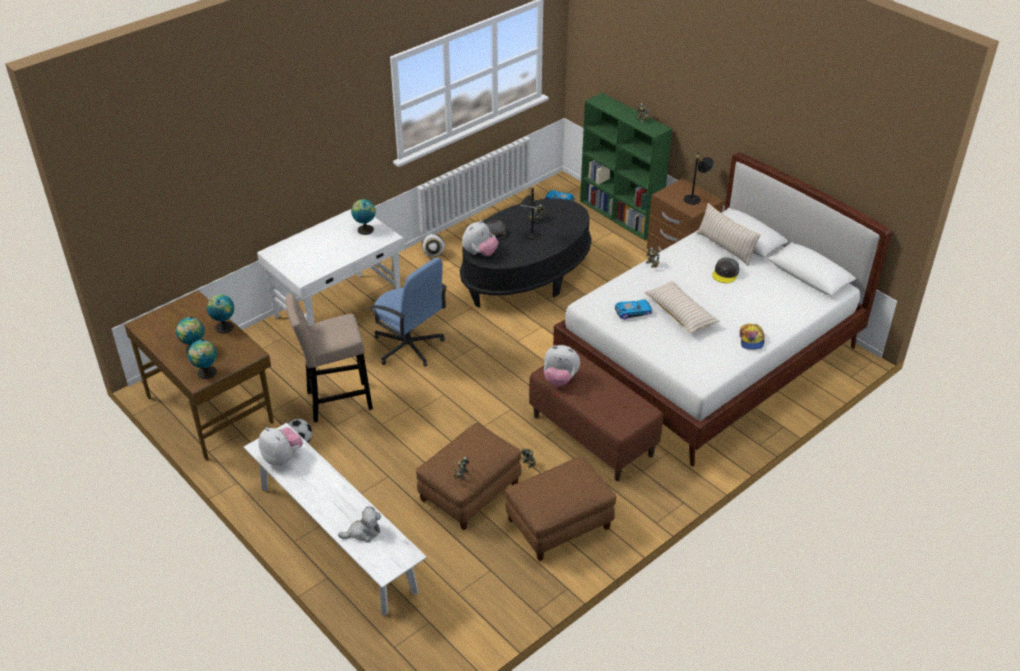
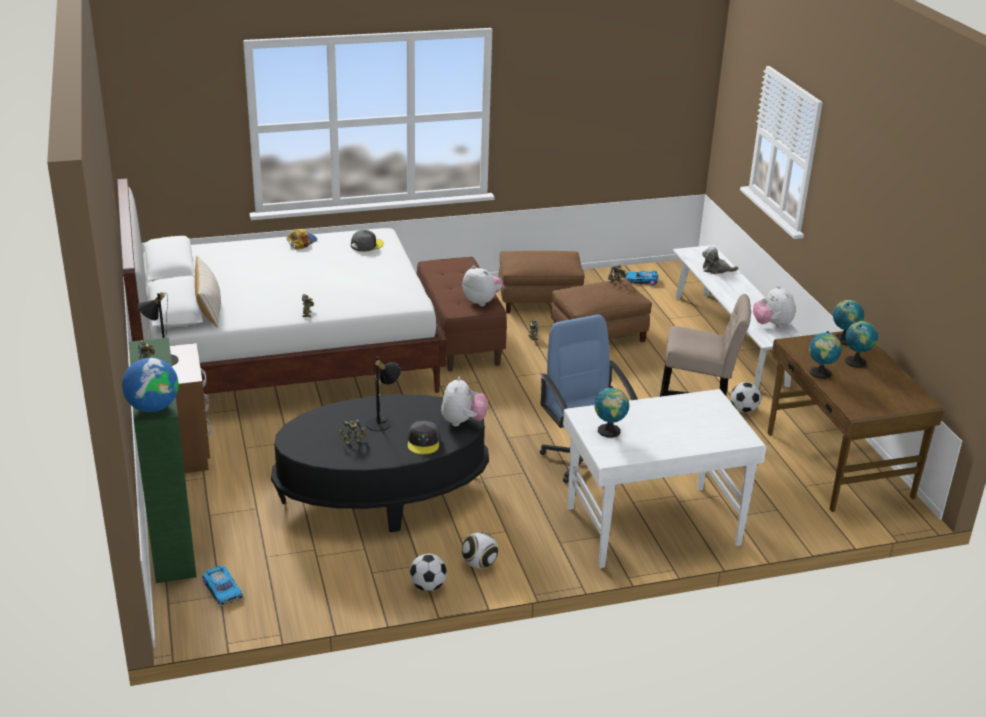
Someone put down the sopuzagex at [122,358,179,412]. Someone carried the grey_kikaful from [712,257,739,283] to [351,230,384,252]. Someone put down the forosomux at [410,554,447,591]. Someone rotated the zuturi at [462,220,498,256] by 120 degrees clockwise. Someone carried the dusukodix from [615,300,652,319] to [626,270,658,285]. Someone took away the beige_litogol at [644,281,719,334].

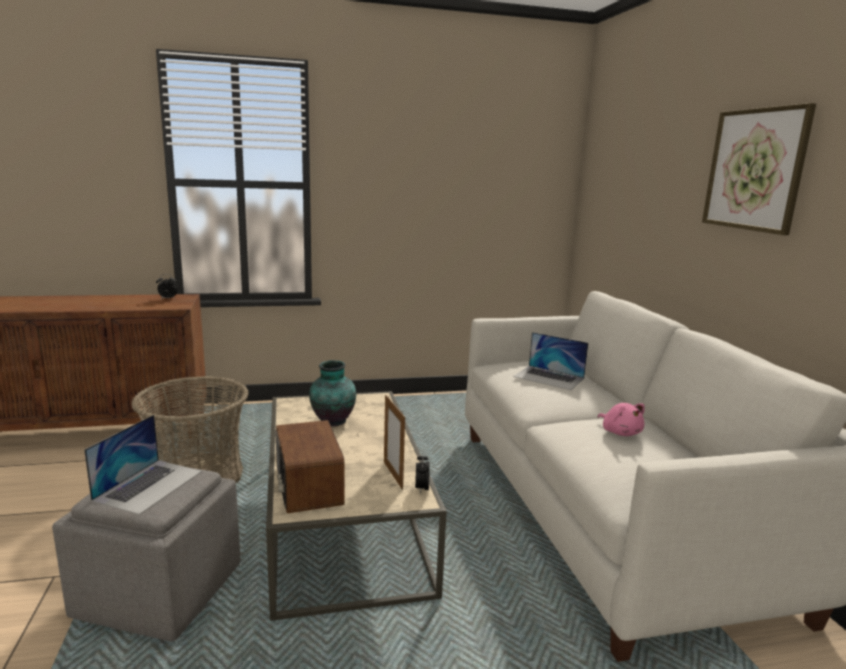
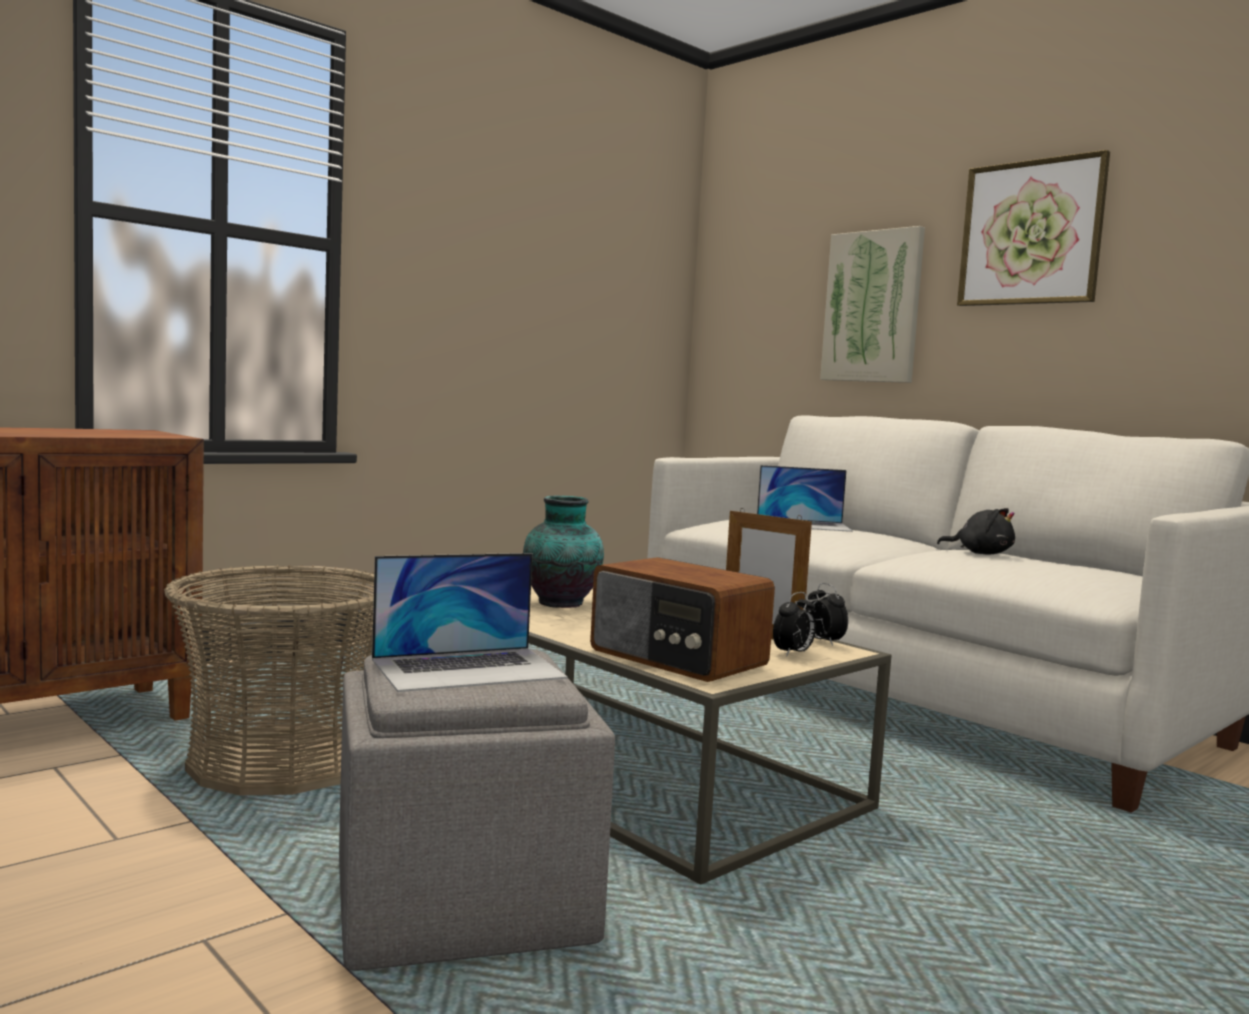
Someone rotated the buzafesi at [84,415,202,515] by 75 degrees clockwise. Someone carried the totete from [156,274,178,299] to [773,592,816,657]. Someone put up the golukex at [820,226,925,383]. Someone repainted the pink_zuturi at [598,403,645,436], which became the black_zuturi at [937,508,1015,555].

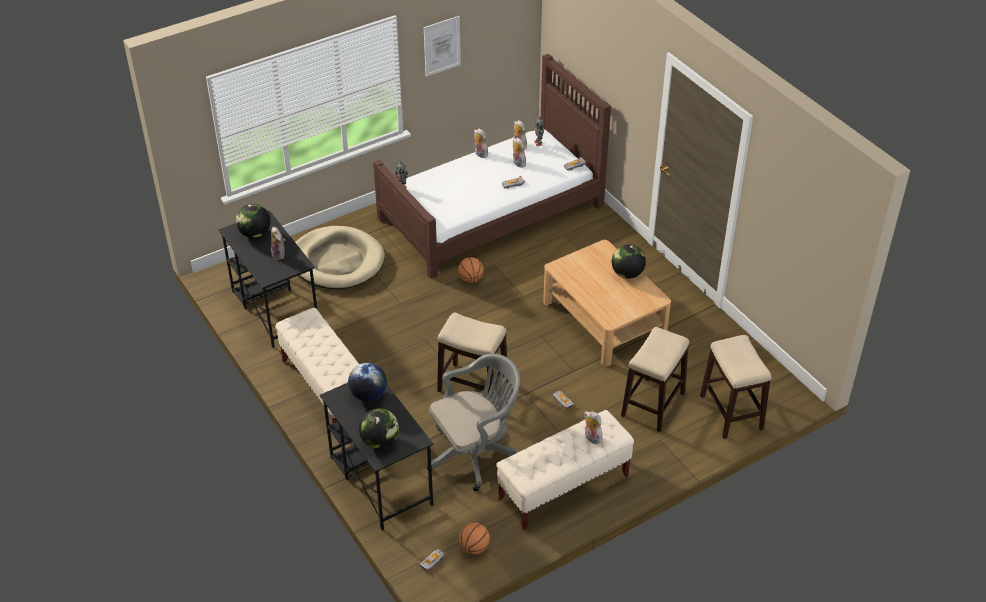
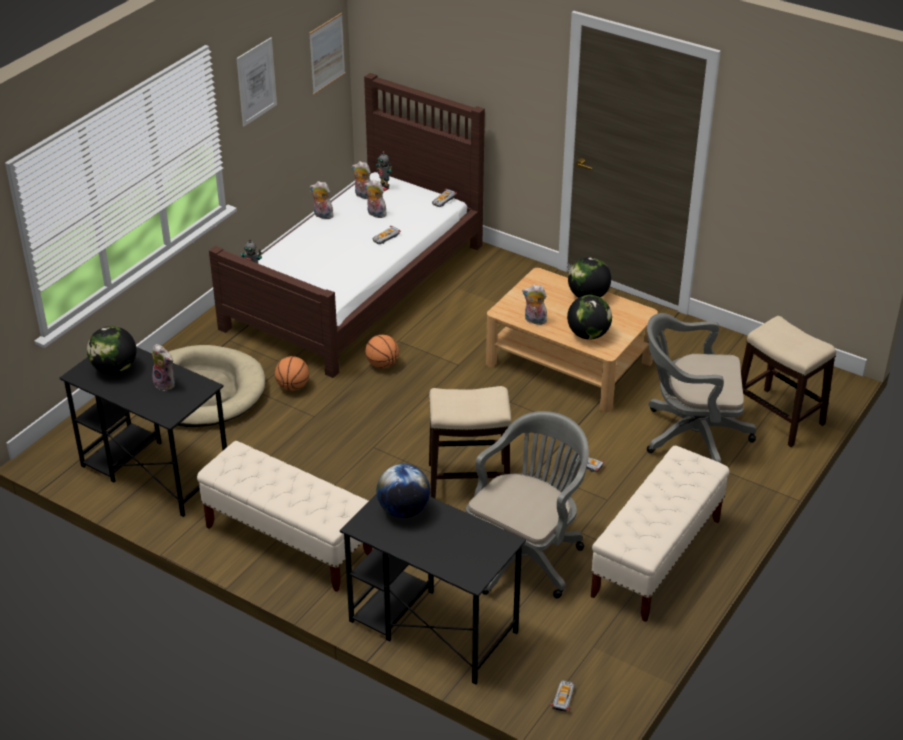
Someone carried the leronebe from [459,523,490,554] to [275,356,309,391]. Someone put up the golukex at [309,13,345,95]. Someone carried the zuturi from [584,412,603,444] to [522,285,547,325]. Someone carried the sopuzagex from [359,408,399,449] to [567,295,612,340]. Someone swapped the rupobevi at [621,327,689,432] for the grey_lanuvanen at [647,313,756,463].

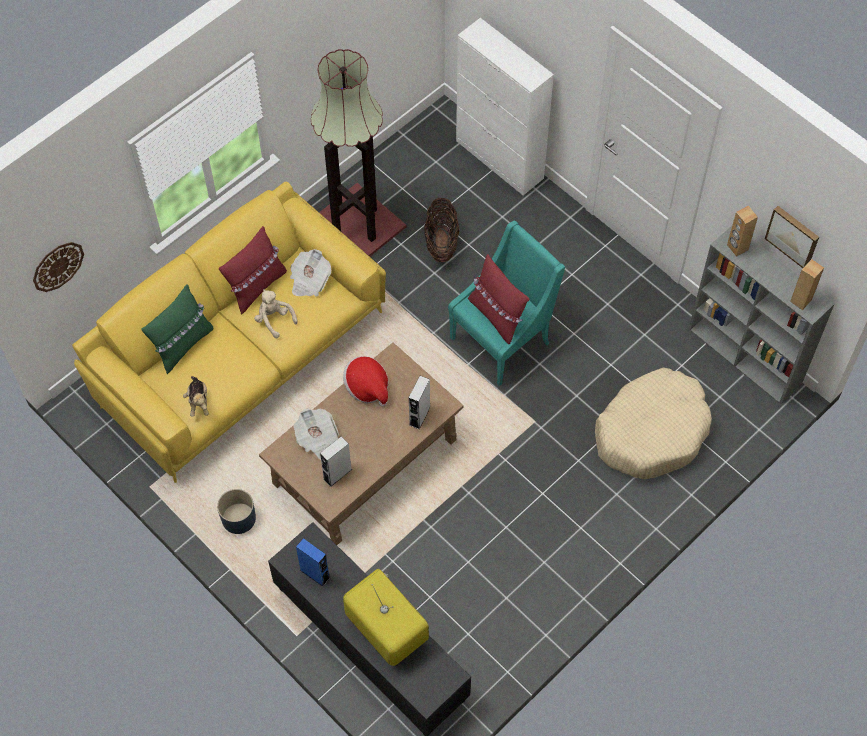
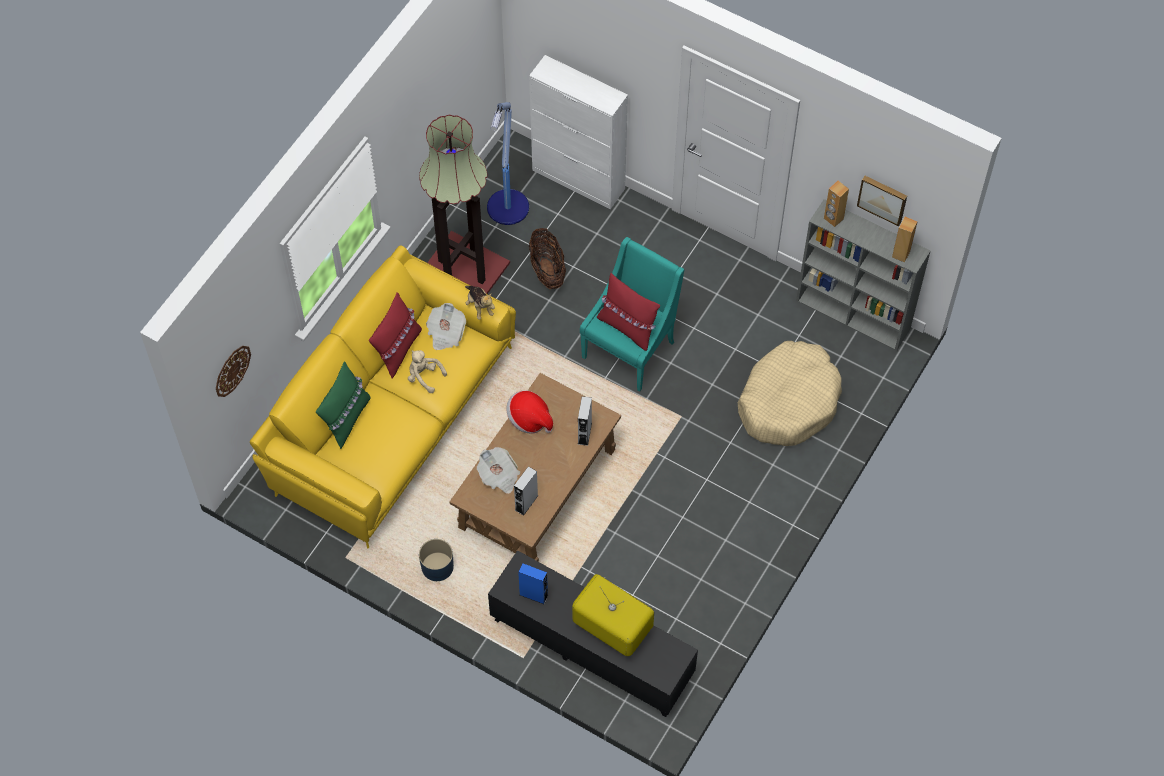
Someone carried the zuturi from [183,376,209,417] to [465,286,495,319]. Someone put down the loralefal at [487,102,529,225].

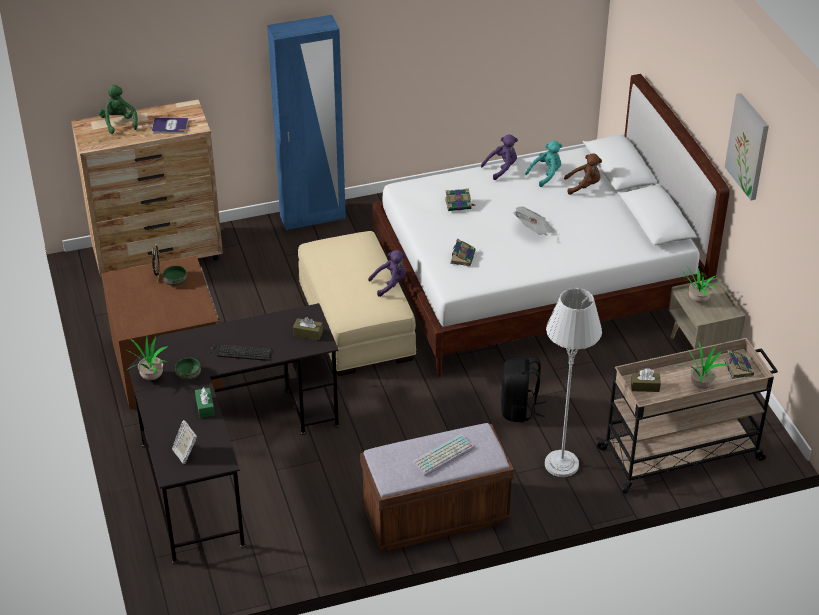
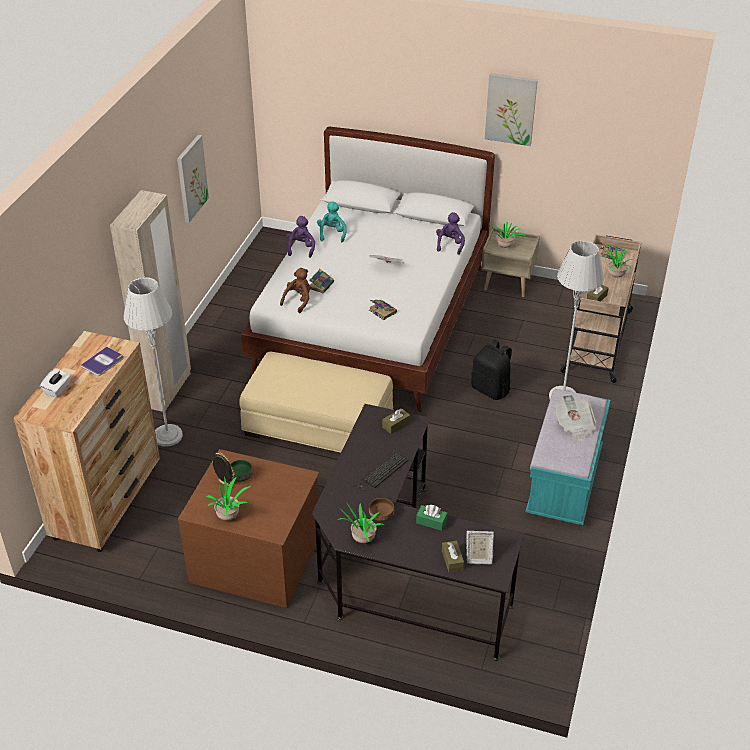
Someone swapped the green_zuturi at [98,85,138,134] for the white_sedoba at [40,368,71,398]. Someone repainted the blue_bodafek at [267,15,346,230], which became the beige_bodafek at [110,190,191,412]. Someone put down the grey_loralefal at [123,277,183,447]. Someone put up the golukex at [177,135,209,223]. Someone put down the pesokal at [206,476,251,520]. Someone carried the brown_zuturi from [564,154,602,195] to [280,268,310,313]. Someone repainted the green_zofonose at [175,358,201,380], which became the brown_zofonose at [369,498,395,521]. Someone carried the purple_zuturi from [368,250,406,297] to [436,212,465,255]. Someone put down the brown_sedoba at [442,541,464,572]. Someone repainted the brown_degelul at [360,423,514,551], which became the turquoise_degelul at [525,389,610,525]. Someone swapped the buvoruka at [411,434,475,476] for the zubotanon at [556,394,596,441].

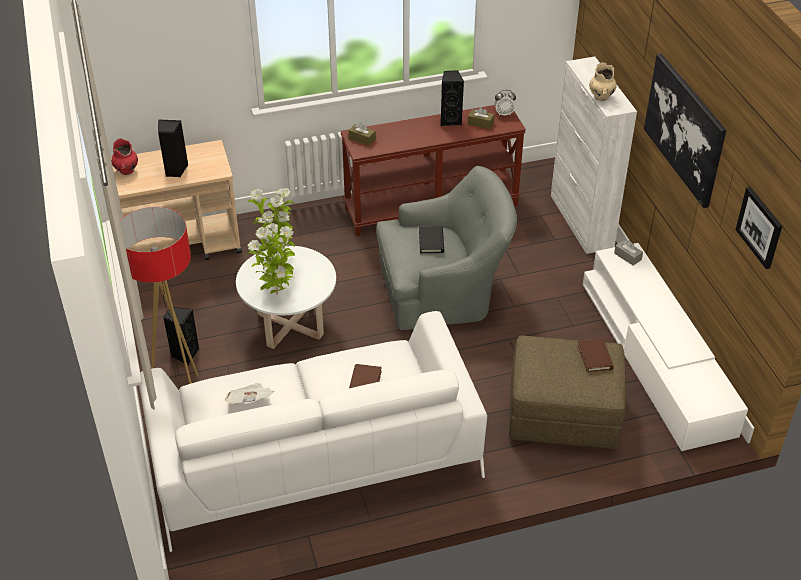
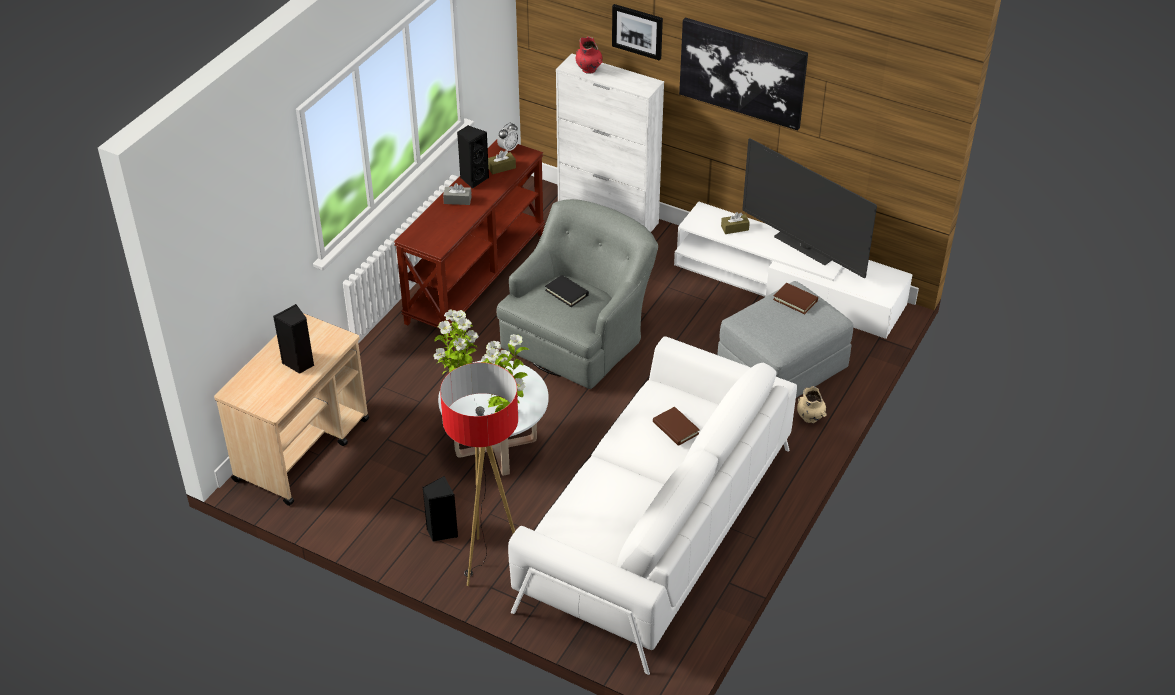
Someone carried the grey_sedoba from [614,240,643,266] to [443,183,472,205]. Someone carried the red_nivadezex from [111,138,138,175] to [576,36,603,74]. Someone carried the golukex from [735,187,782,269] to [612,4,663,61]. Someone repainted the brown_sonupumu at [509,336,626,449], which became the grey_sonupumu at [717,281,853,398]. Someone carried the brown_sedoba from [349,122,376,146] to [721,212,750,234]. Someone put down the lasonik at [742,138,877,278]. Someone carried the beige_nivadezex from [589,62,617,101] to [797,386,827,423]. Someone took away the zubotanon at [224,383,274,404].

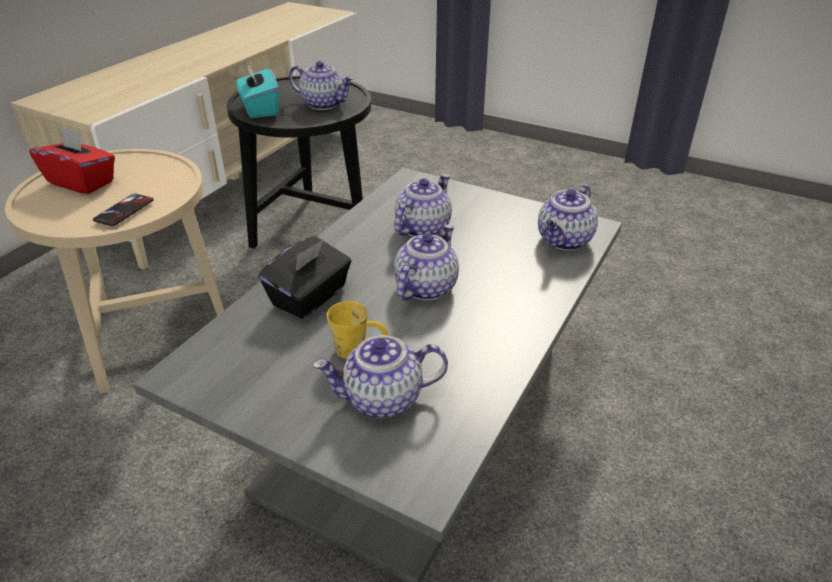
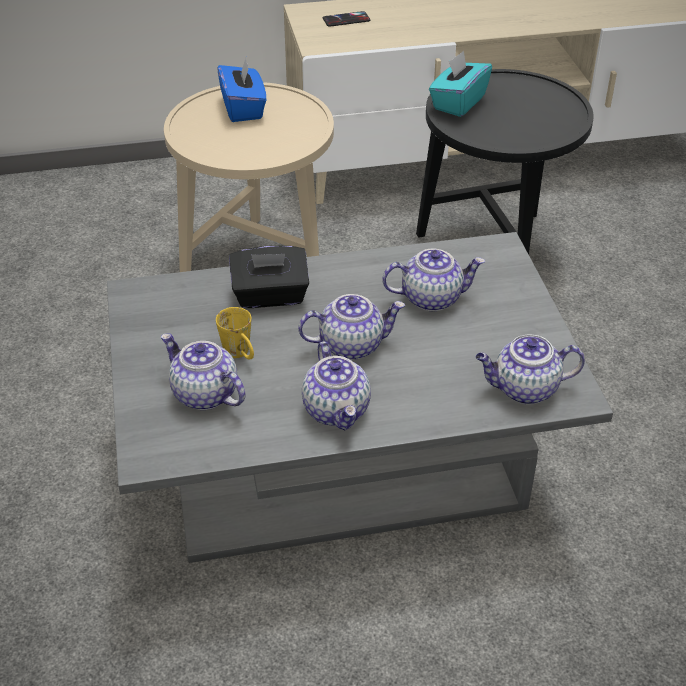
Someone repainted the red_sedoba at [29,126,115,194], which became the blue_sedoba at [217,58,266,122]. Someone carried the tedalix from [289,61,354,110] to [302,341,371,430]. Someone carried the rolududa from [93,193,154,226] to [323,11,370,27].

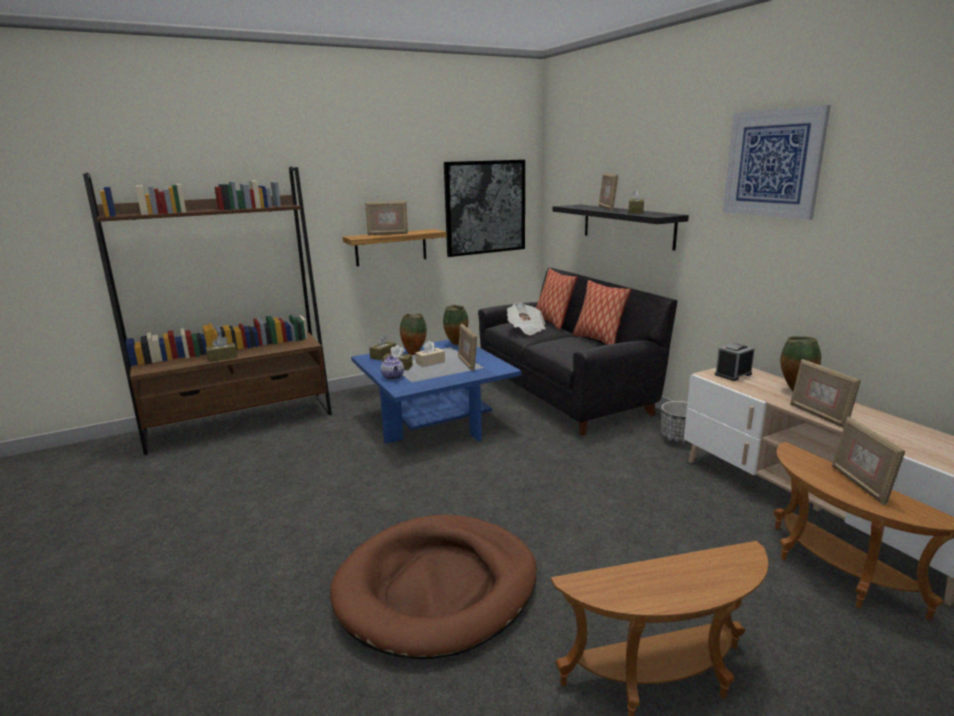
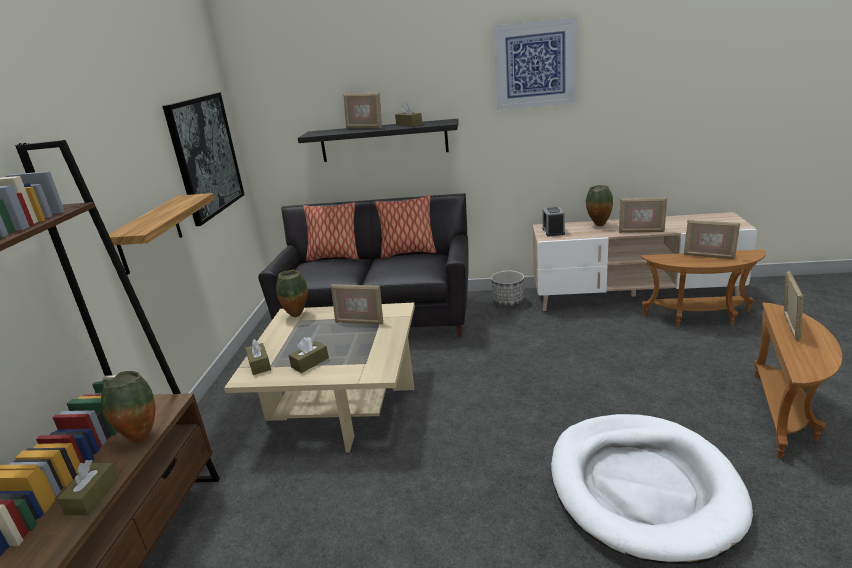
Someone carried the nivadezex from [400,313,427,355] to [101,371,155,443]. Someone repainted the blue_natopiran at [351,340,522,444], which became the beige_natopiran at [224,303,415,453]. Someone repainted the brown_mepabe at [330,515,537,659], which became the white_mepabe at [551,414,753,564]. Someone carried the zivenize from [365,201,408,235] to [784,271,804,341]. Someone took away the tedalix at [381,355,404,380]. Someone took away the beige_sedoba at [415,341,445,367]. Someone took away the zubotanon at [507,303,546,335].

